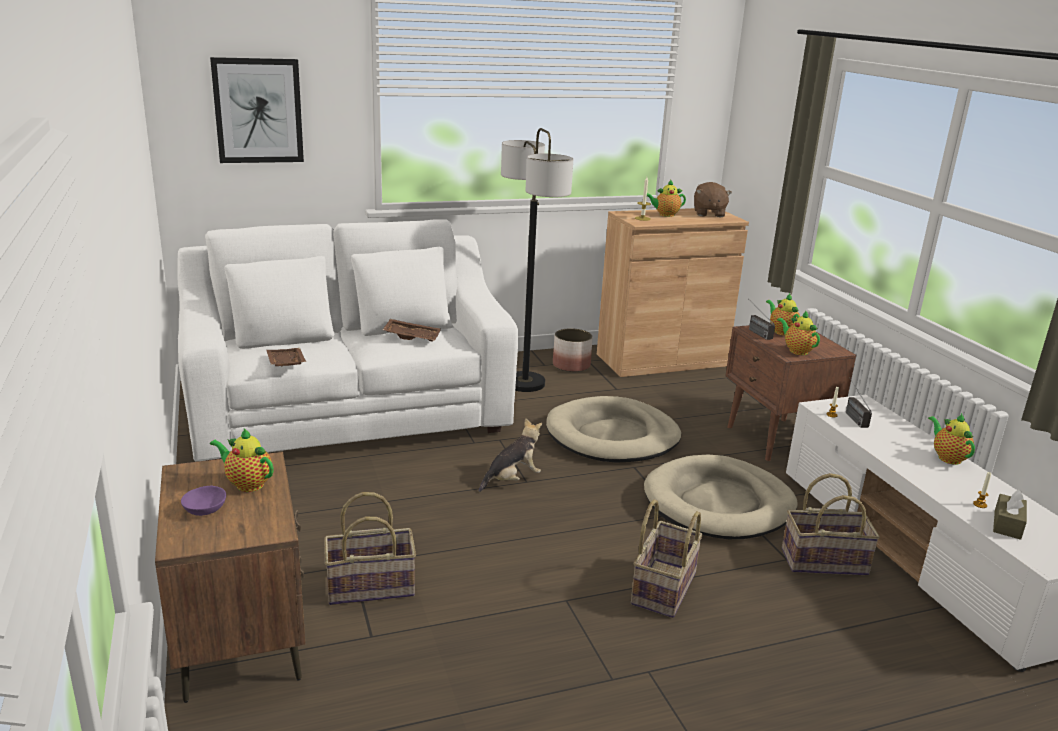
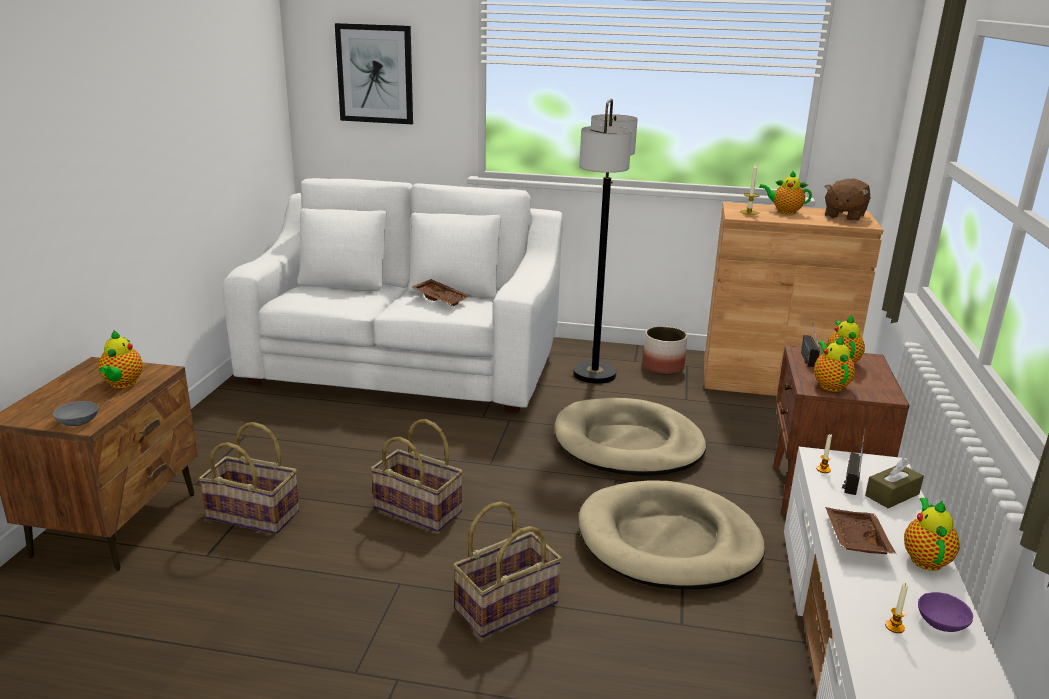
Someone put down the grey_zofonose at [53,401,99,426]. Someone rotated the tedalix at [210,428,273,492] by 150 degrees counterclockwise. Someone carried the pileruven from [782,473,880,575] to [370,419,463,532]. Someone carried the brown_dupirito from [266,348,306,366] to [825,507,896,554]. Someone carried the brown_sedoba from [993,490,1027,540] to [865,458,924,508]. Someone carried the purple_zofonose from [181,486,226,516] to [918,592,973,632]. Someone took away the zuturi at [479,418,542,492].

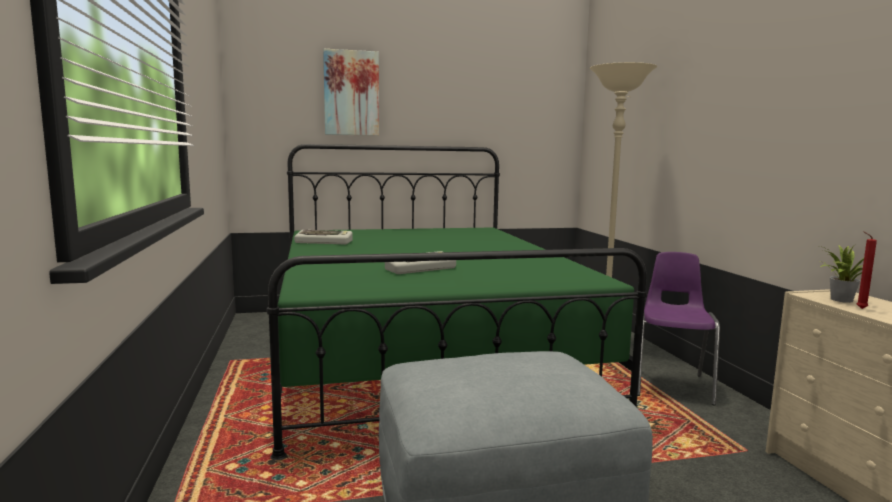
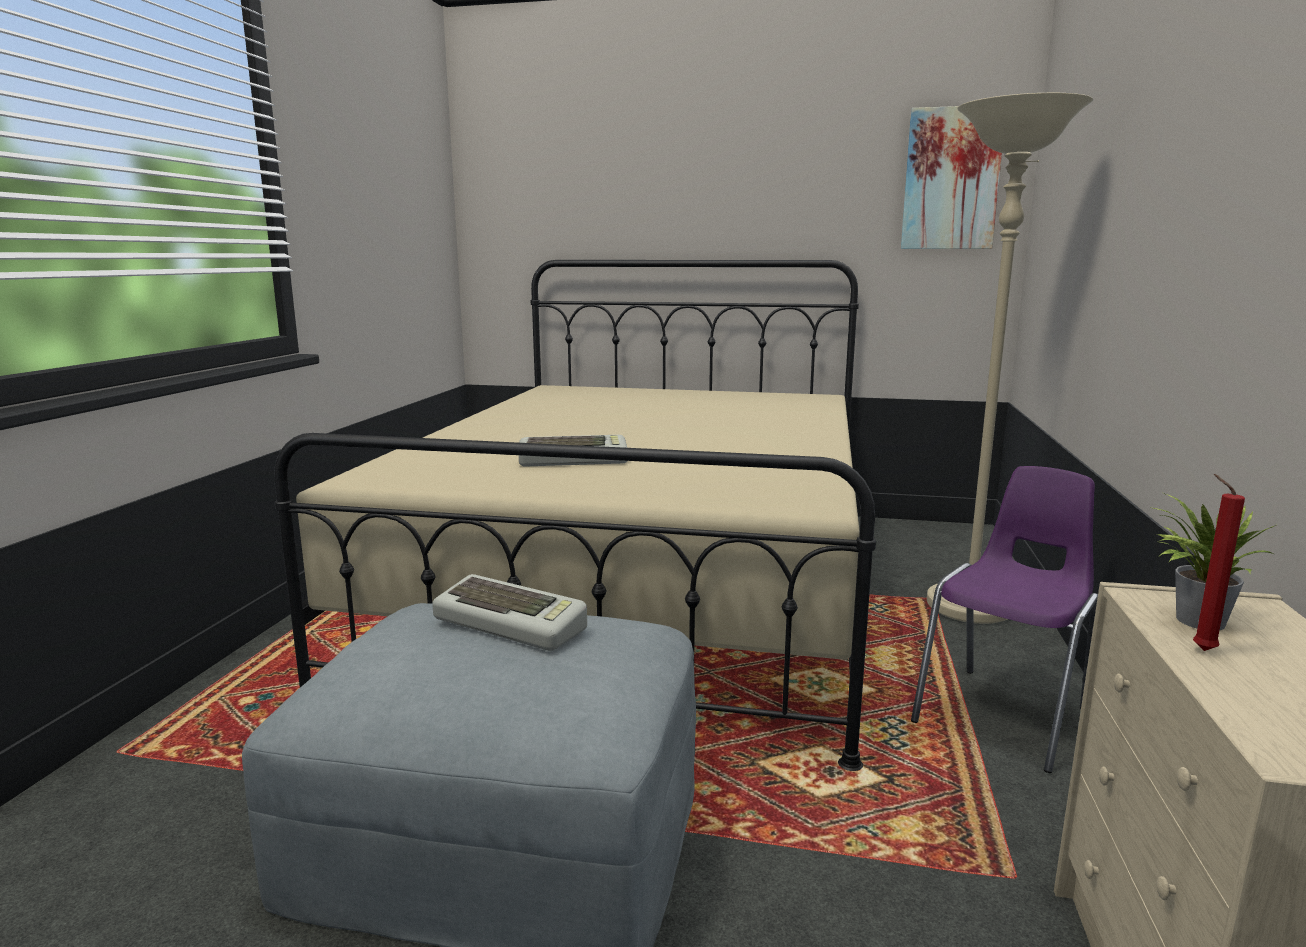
Someone repainted the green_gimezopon at [267,144,647,460], which became the beige_gimezopon at [274,260,876,771]. Someone carried the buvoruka from [294,230,353,244] to [432,574,587,651]. Someone carried the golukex from [323,49,379,136] to [901,106,1002,249].

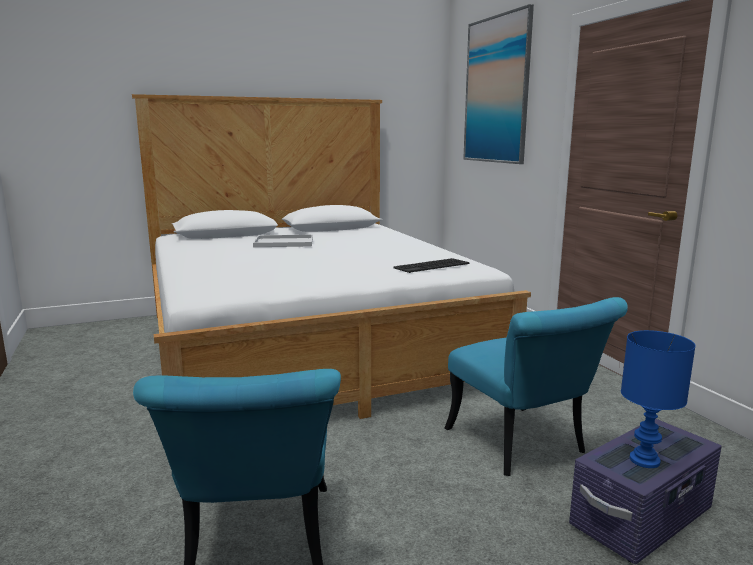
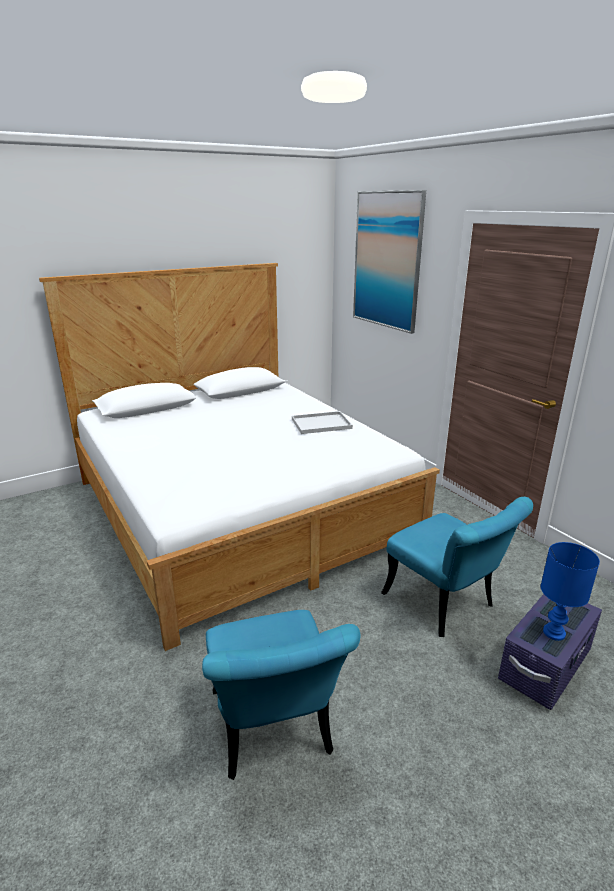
Someone carried the white_dupirito from [253,235,313,247] to [292,411,353,434]. Someone took away the buvoruka at [393,258,469,273].

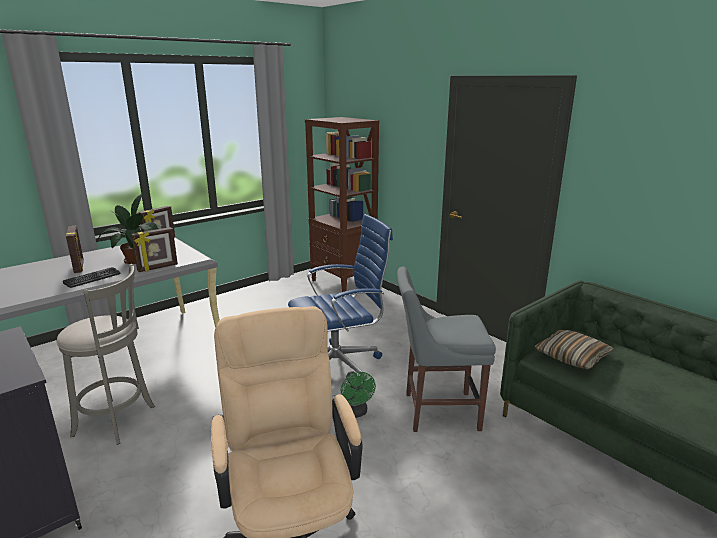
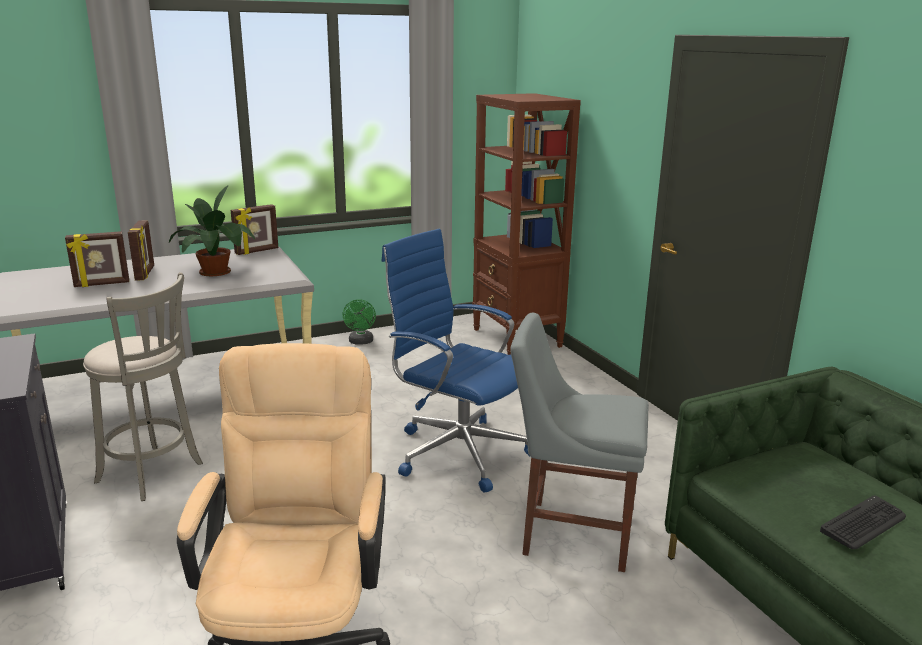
Someone carried the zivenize from [131,227,178,272] to [65,231,129,287]. Someone carried the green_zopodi from [341,371,376,418] to [342,299,376,345]. Someone rotated the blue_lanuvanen at [288,214,393,383] by 135 degrees counterclockwise. Someone carried the buvoruka from [63,267,120,288] to [820,495,906,549]. Someone took away the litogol at [534,330,615,370].

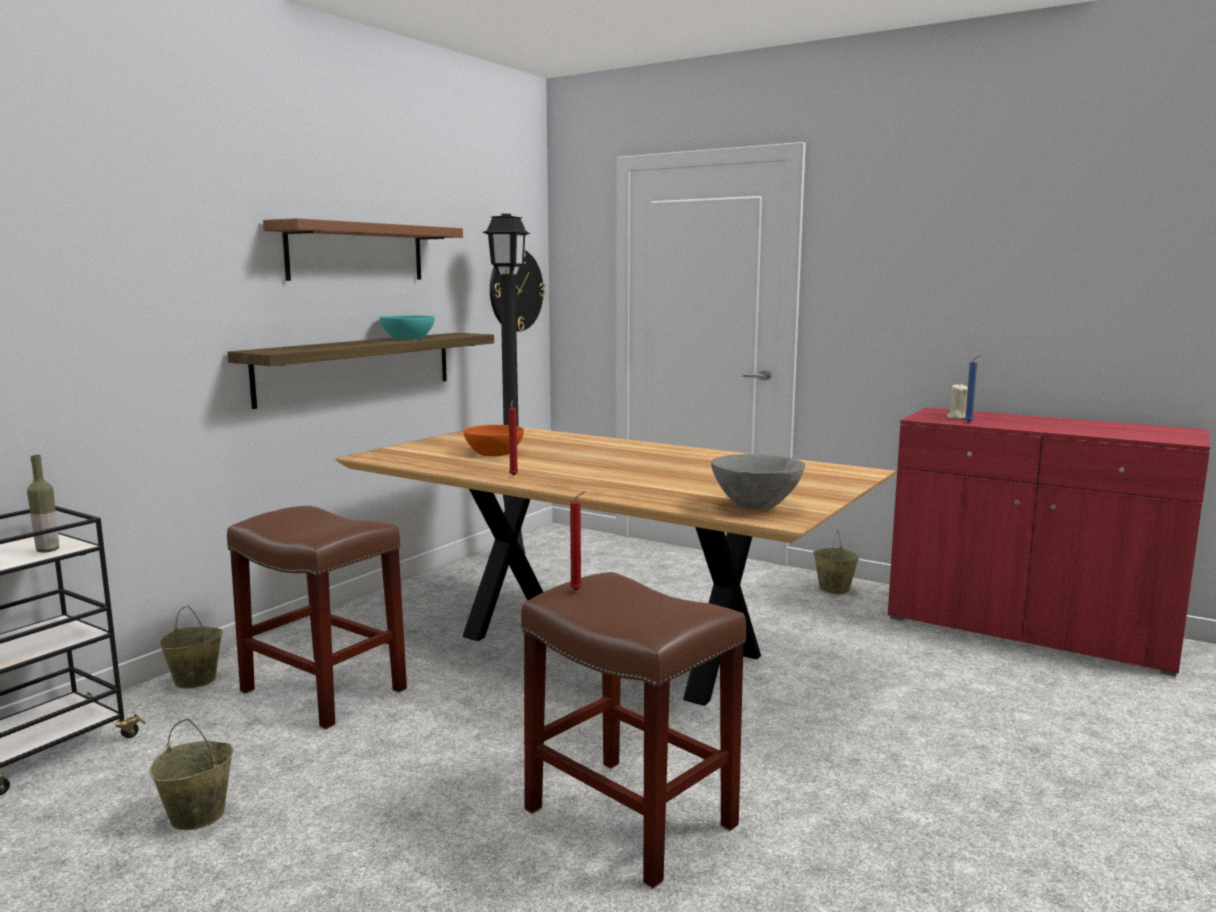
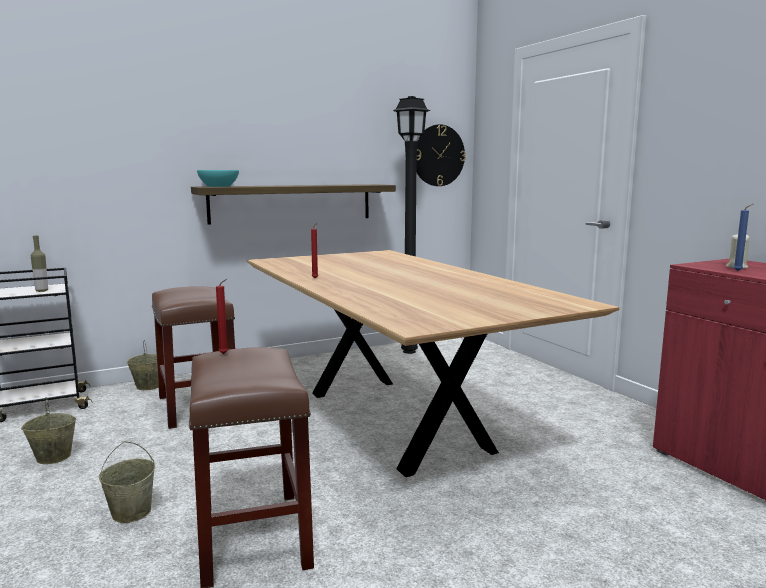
Someone carried the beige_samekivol from [813,530,859,594] to [99,441,155,523]. Someone carried the turquoise_zofonose from [379,316,435,340] to [197,170,239,187]. Someone took away the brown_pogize at [263,218,463,281]. Someone took away the orange_zofonose at [463,425,524,456]. Someone took away the grey_zofonose at [711,454,806,510].

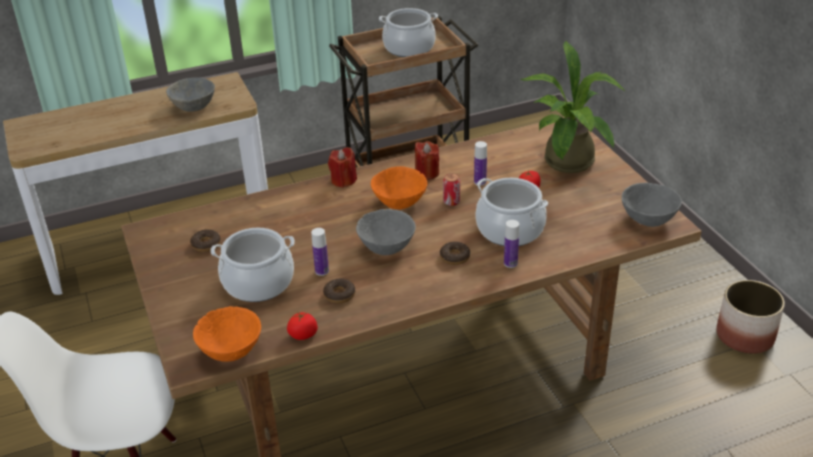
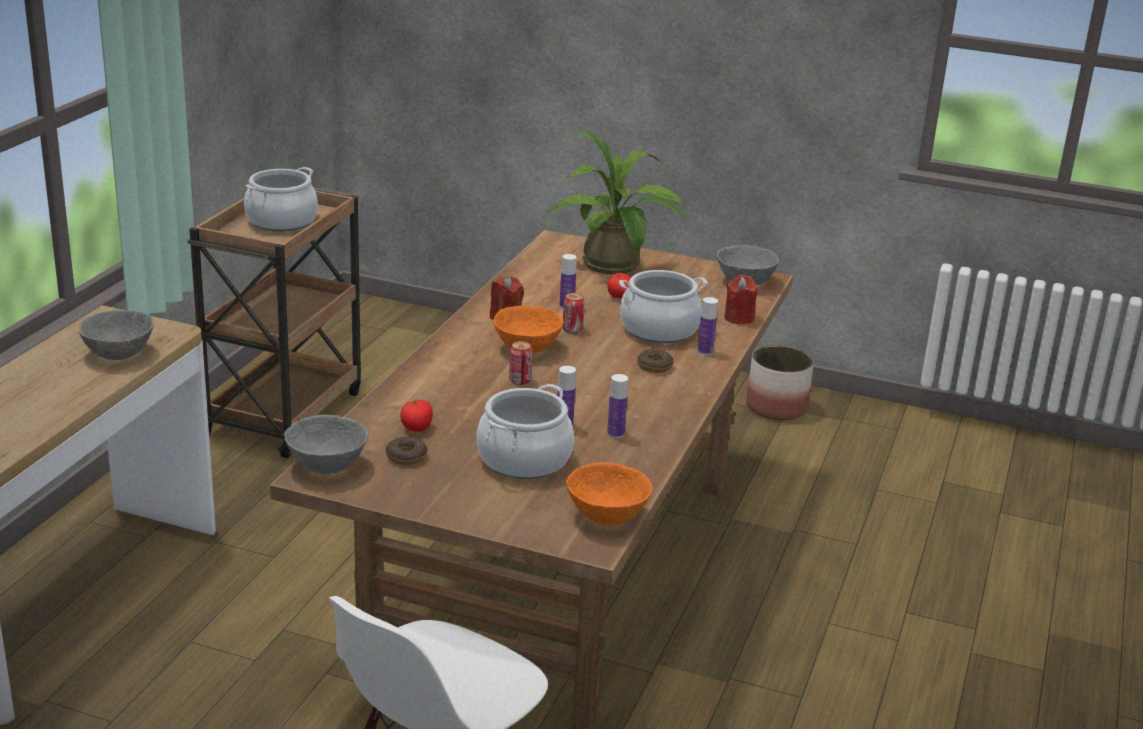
Someone carried the grey_zofonose from [356,209,416,255] to [284,415,368,474]. Someone carried the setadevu from [287,312,318,340] to [400,400,433,432]. Someone put down the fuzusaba at [509,341,532,385]. Someone swapped the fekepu at [323,278,355,303] for the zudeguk at [607,374,628,438]. Someone carried the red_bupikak from [328,147,357,188] to [724,275,758,324].

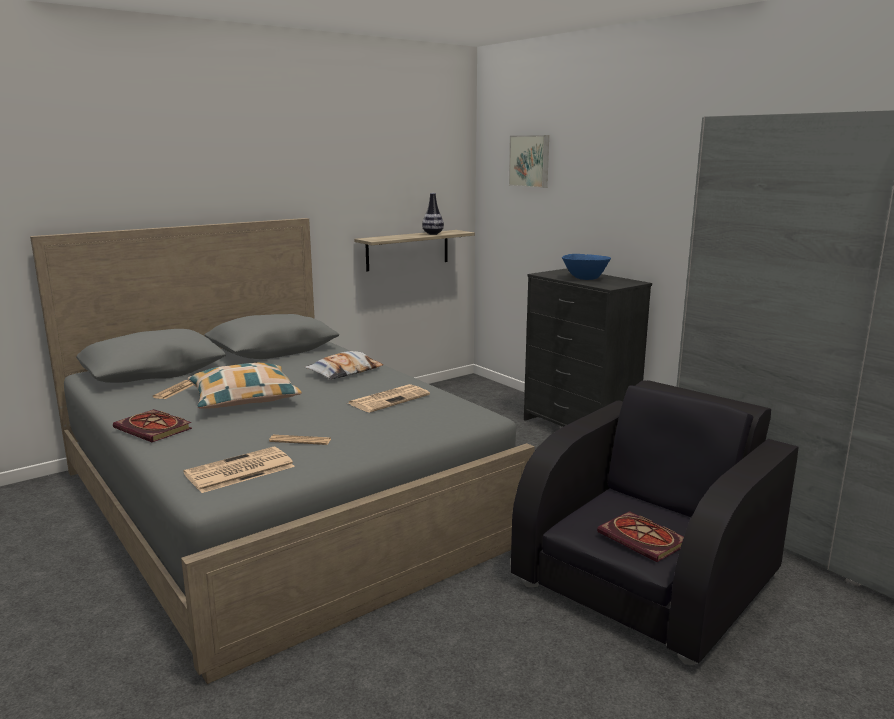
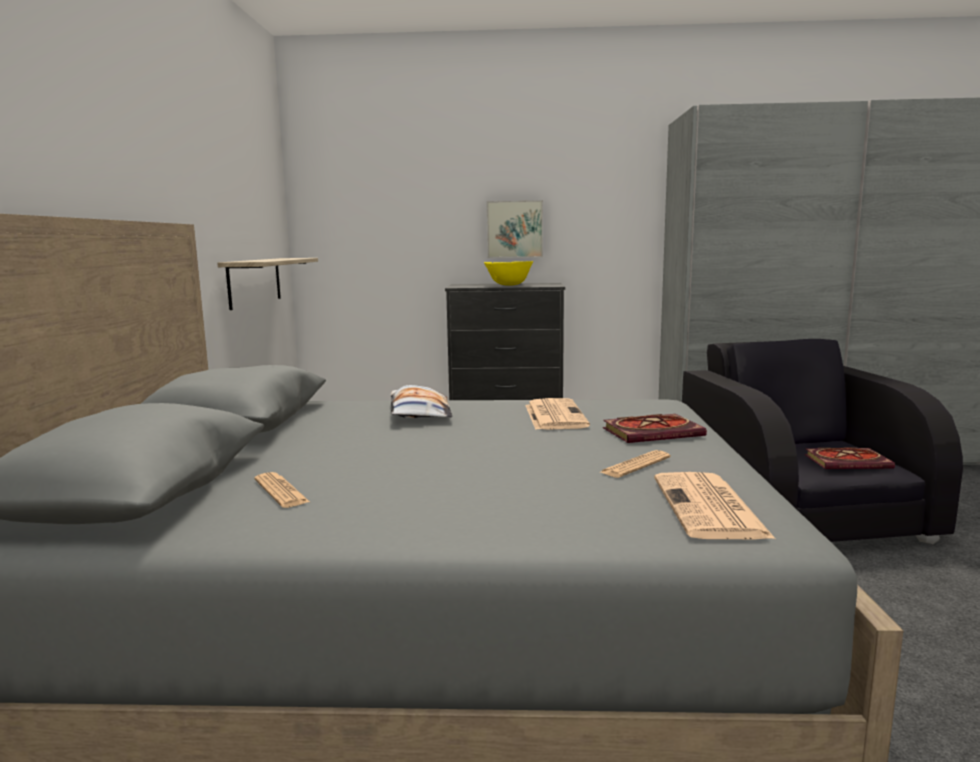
Someone repainted the blue_zofonose at [562,254,611,280], which became the yellow_zofonose at [484,261,533,286]. Someone carried the golukex from [509,135,549,188] to [486,200,543,258]. Someone carried the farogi from [113,409,192,442] to [603,414,707,443]. Someone took away the litogol at [188,363,301,409]. Someone took away the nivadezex at [422,193,444,235].

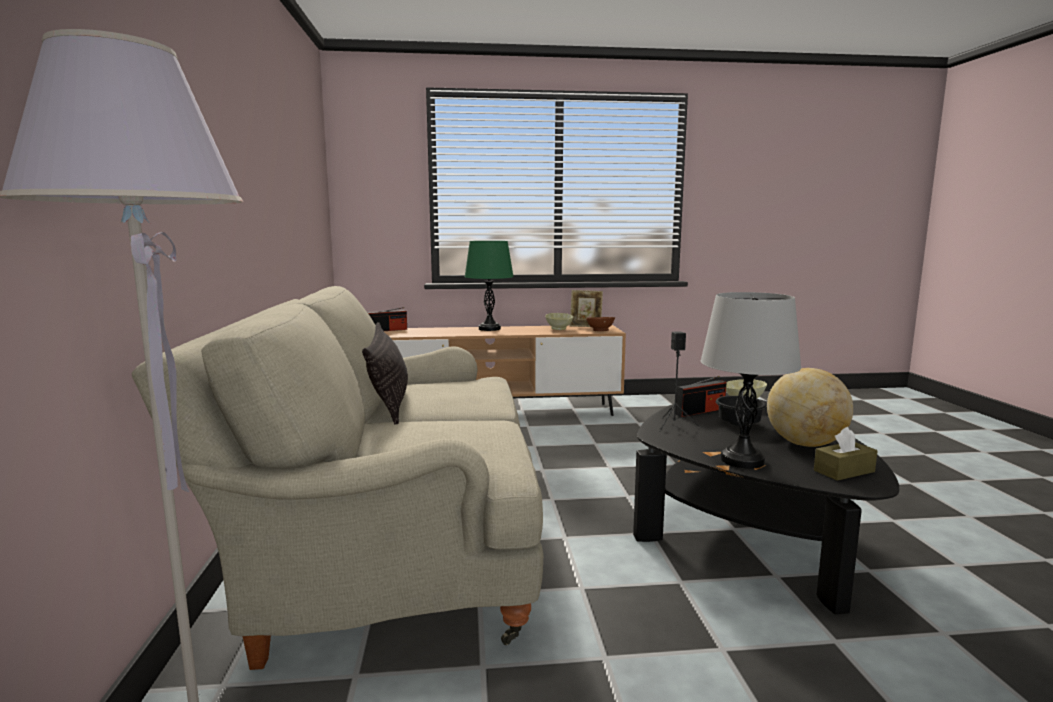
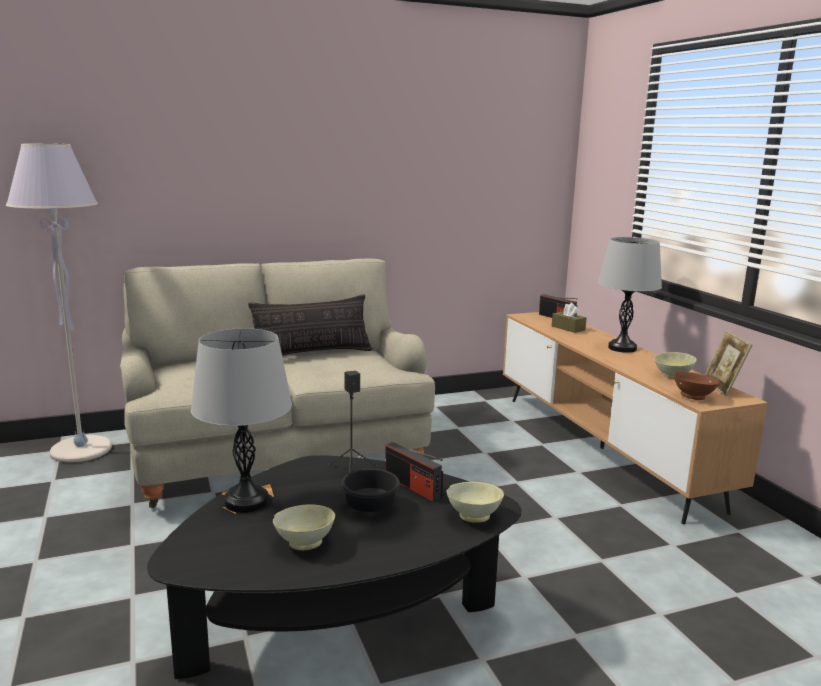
Someone swapped the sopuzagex at [767,368,853,447] for the beige_zofonose at [273,504,335,550]. Someone carried the brown_sedoba from [814,427,878,481] to [552,303,587,333]. Someone repainted the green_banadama at [465,241,514,331], which became the grey_banadama at [598,237,662,353].

